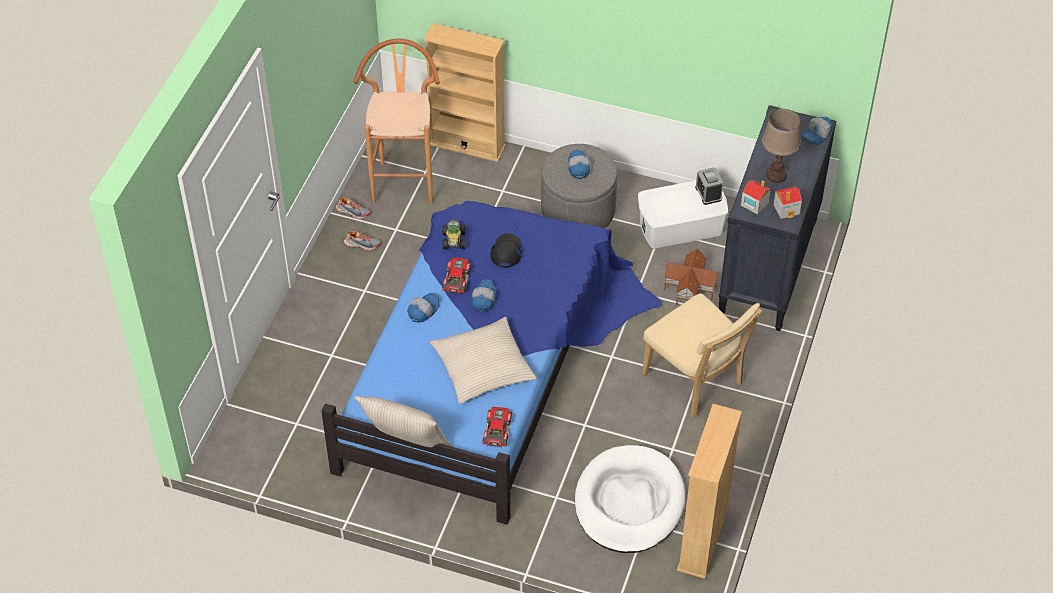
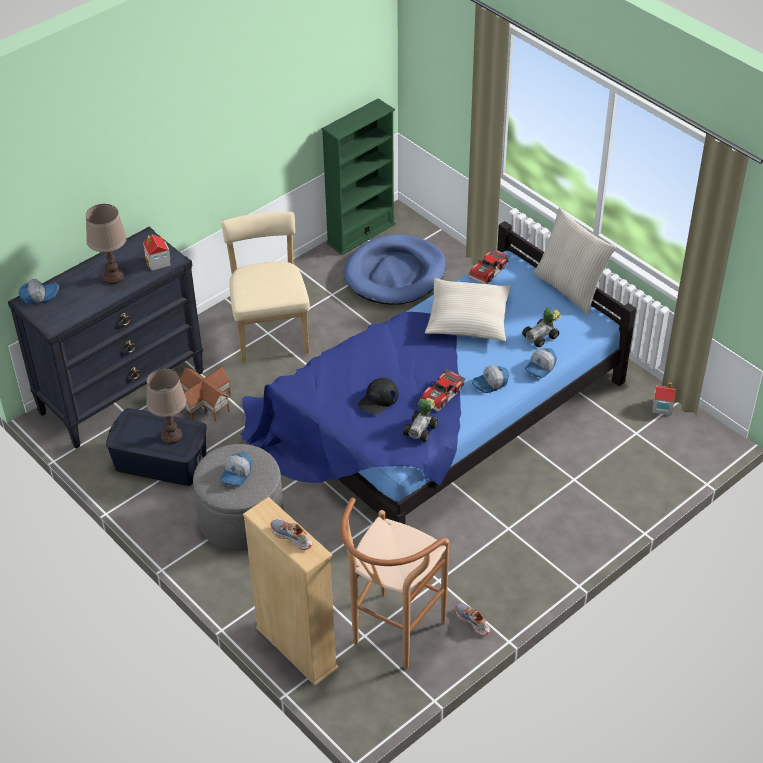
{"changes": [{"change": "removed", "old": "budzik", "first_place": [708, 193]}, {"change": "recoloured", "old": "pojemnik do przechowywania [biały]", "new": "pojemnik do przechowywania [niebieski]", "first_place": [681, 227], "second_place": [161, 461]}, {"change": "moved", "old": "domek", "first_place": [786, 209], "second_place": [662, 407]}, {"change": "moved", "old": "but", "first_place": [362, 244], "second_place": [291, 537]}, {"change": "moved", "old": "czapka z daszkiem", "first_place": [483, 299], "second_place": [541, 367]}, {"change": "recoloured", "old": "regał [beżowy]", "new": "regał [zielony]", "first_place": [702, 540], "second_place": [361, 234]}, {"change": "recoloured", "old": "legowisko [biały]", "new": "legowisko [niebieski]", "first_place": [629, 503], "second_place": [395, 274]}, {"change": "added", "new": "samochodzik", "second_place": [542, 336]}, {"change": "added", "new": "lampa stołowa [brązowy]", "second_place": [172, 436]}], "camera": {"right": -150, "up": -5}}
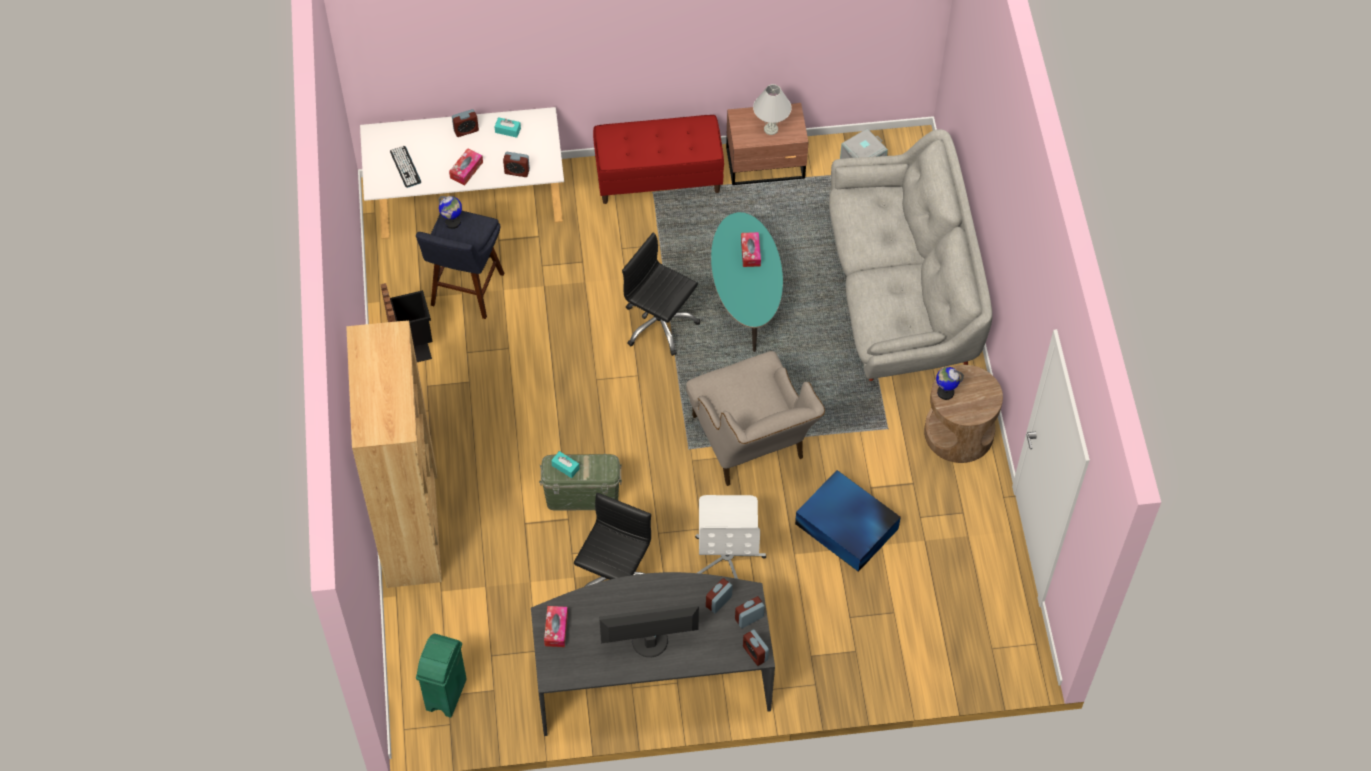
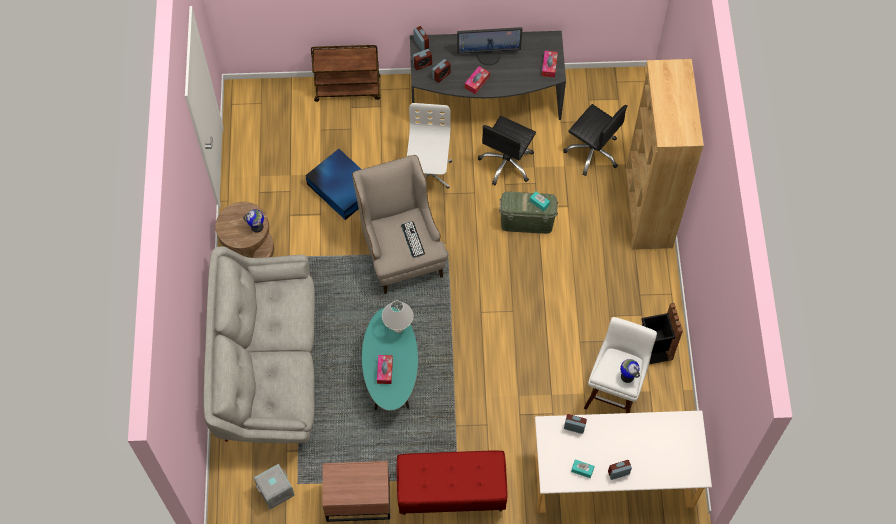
{"changes": [{"change": "moved", "old": "lampa stołowa [biały]", "first_place": [770, 129], "second_place": [398, 327]}, {"change": "moved", "old": "klawiatura", "first_place": [405, 167], "second_place": [413, 239]}, {"change": "moved", "old": "pudełko chusteczek", "first_place": [466, 170], "second_place": [477, 82]}, {"change": "recoloured", "old": "stołek [niebieski]", "new": "stołek [biały]", "first_place": [465, 293], "second_place": [614, 392]}, {"change": "moved", "old": "krzesło biurowe [czarny]", "first_place": [659, 324], "second_place": [593, 152]}, {"change": "removed", "old": "kosz na śmieci [zielony]", "first_place": [445, 695]}, {"change": "added", "new": "wózek [brązowy]", "second_place": [348, 89]}], "camera": {"right": -175, "up": 5}}
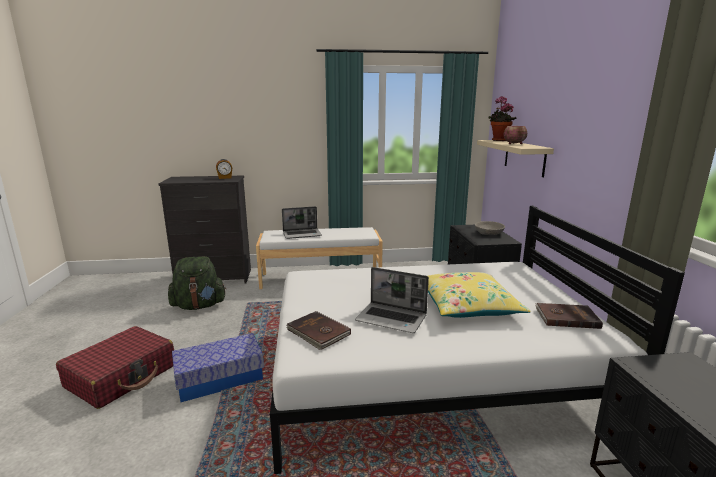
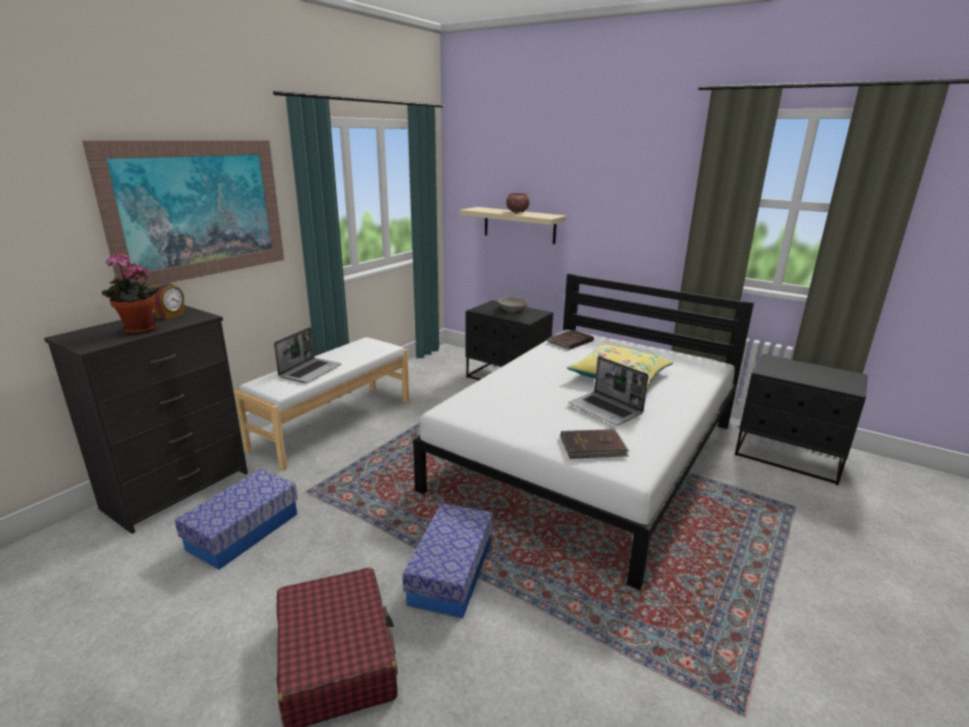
{"changes": [{"change": "moved", "old": "roślina doniczkowa", "first_place": [498, 140], "second_place": [138, 330]}, {"change": "replaced", "old": "plecak [zielony]", "new": "pojemnik do przechowywania", "first_place": [199, 306], "second_place": [243, 531]}, {"change": "turned", "old": "laptop", "first_place": [392, 319], "second_place": [606, 410], "degrees": 75}, {"change": "moved", "old": "książka [brązowy]", "first_place": [566, 317], "second_place": [570, 341]}, {"change": "added", "new": "obraz", "second_place": [199, 210]}], "camera": {"right": -50, "up": 5}}
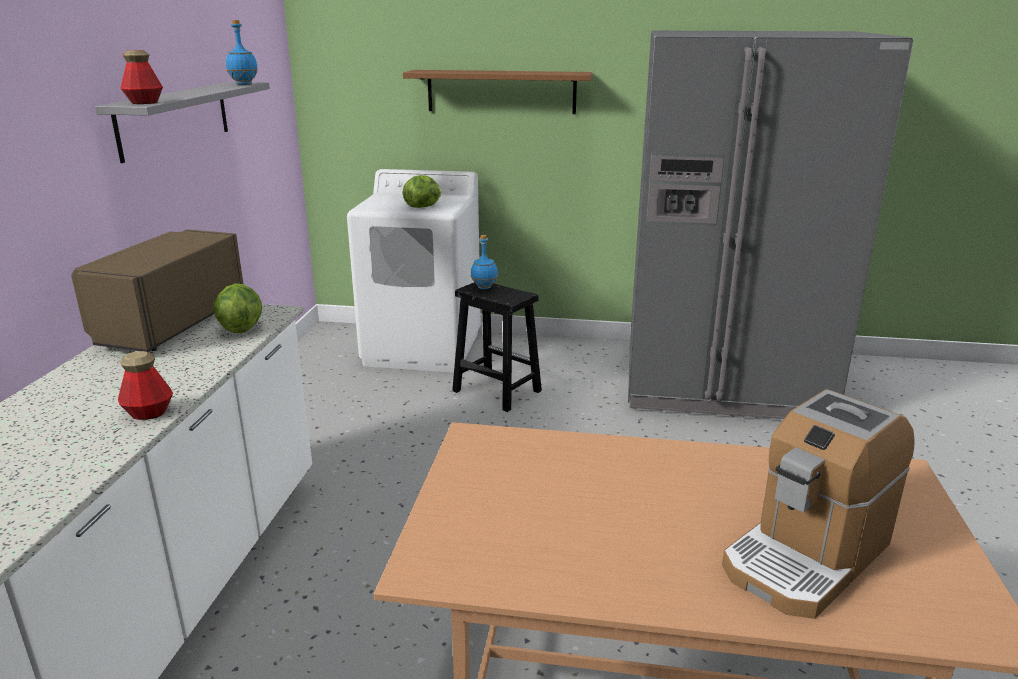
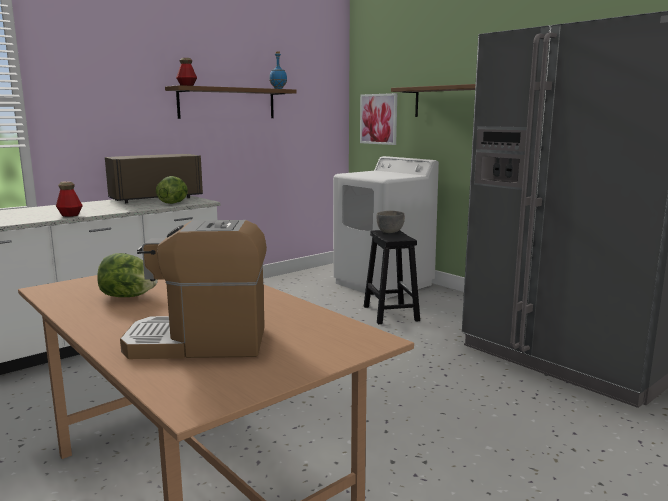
{"changes": [{"change": "recoloured", "old": "półka [szary]", "new": "półka [brązowy]", "first_place": [175, 119], "second_place": [227, 103]}, {"change": "moved", "old": "sałata", "first_place": [423, 207], "second_place": [128, 296]}, {"change": "replaced", "old": "butelka [niebieski]", "new": "miska [szary]", "first_place": [484, 287], "second_place": [390, 232]}, {"change": "added", "new": "obraz", "second_place": [378, 119]}], "camera": {"right": 40, "up": -10}}
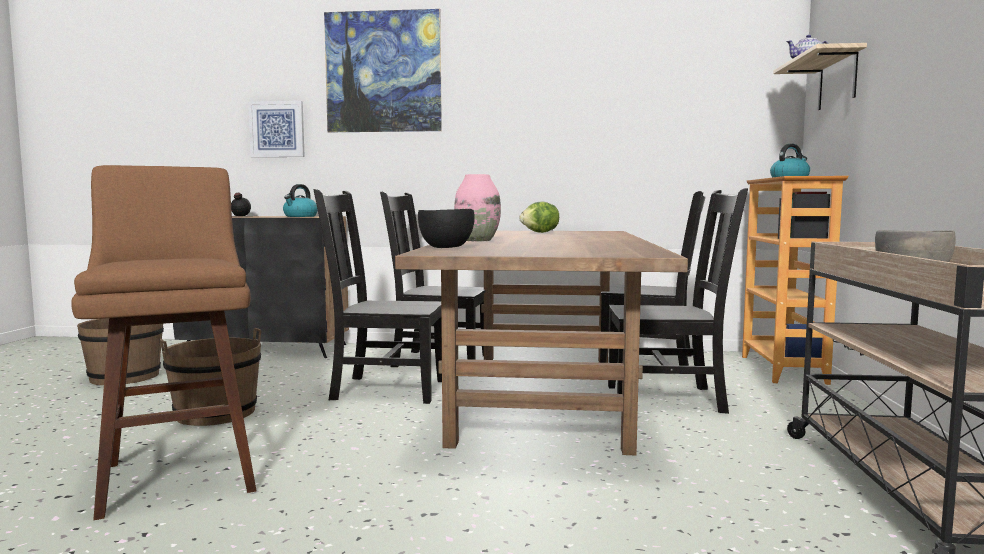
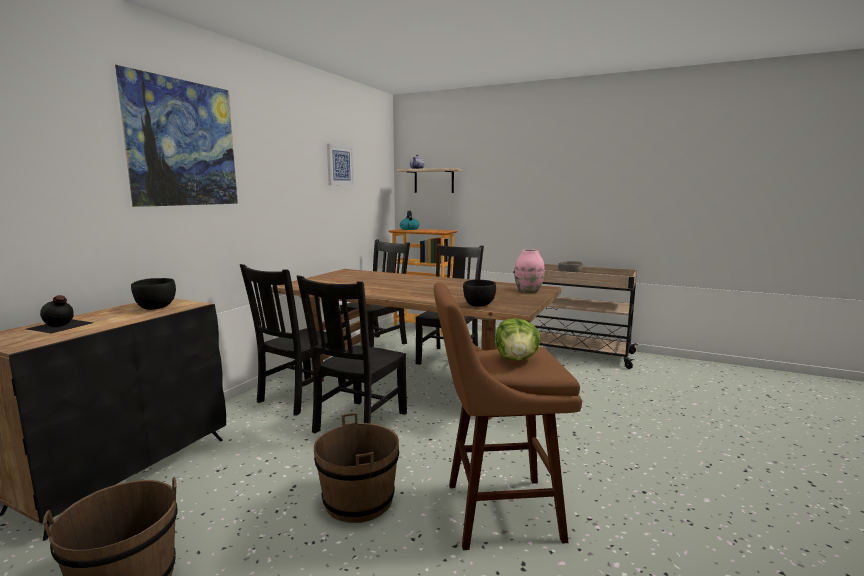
{"changes": [{"change": "moved", "old": "obraz", "first_place": [277, 129], "second_place": [339, 165]}, {"change": "moved", "old": "wazon [różowy]", "first_place": [477, 240], "second_place": [528, 291]}, {"change": "replaced", "old": "czajnik", "new": "miska [czarny]", "first_place": [300, 216], "second_place": [156, 308]}, {"change": "moved", "old": "sałata", "first_place": [540, 232], "second_place": [517, 359]}], "camera": {"right": -70, "up": 5}}
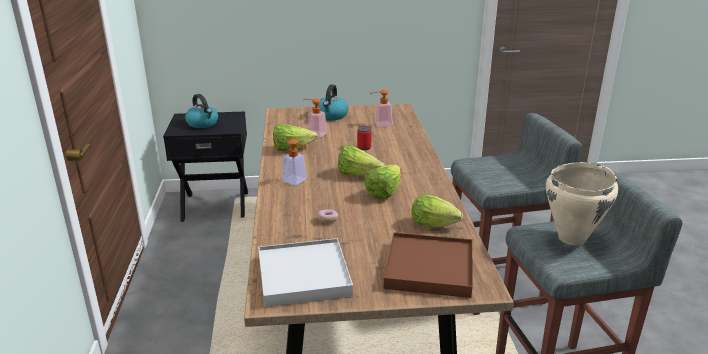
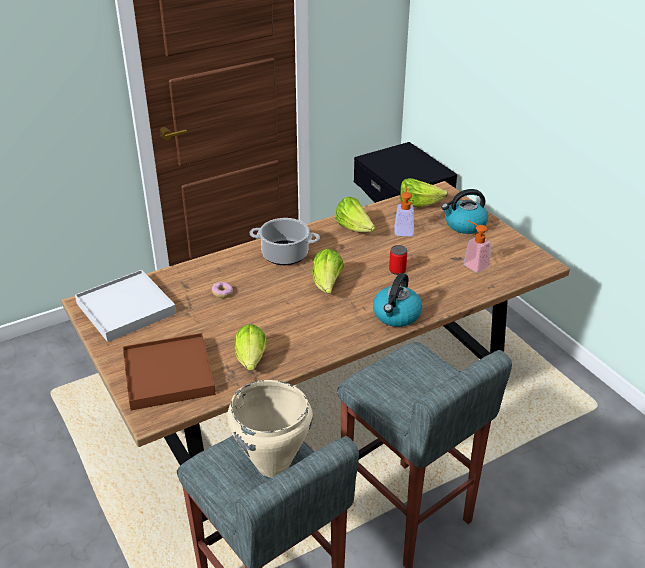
{"changes": [{"change": "moved", "old": "czajnik", "first_place": [203, 123], "second_place": [396, 315]}, {"change": "replaced", "old": "dozownik mydła", "new": "garnek", "first_place": [297, 181], "second_place": [285, 254]}, {"change": "moved", "old": "sałata", "first_place": [384, 192], "second_place": [418, 205]}], "camera": {"right": 65, "up": 10}}
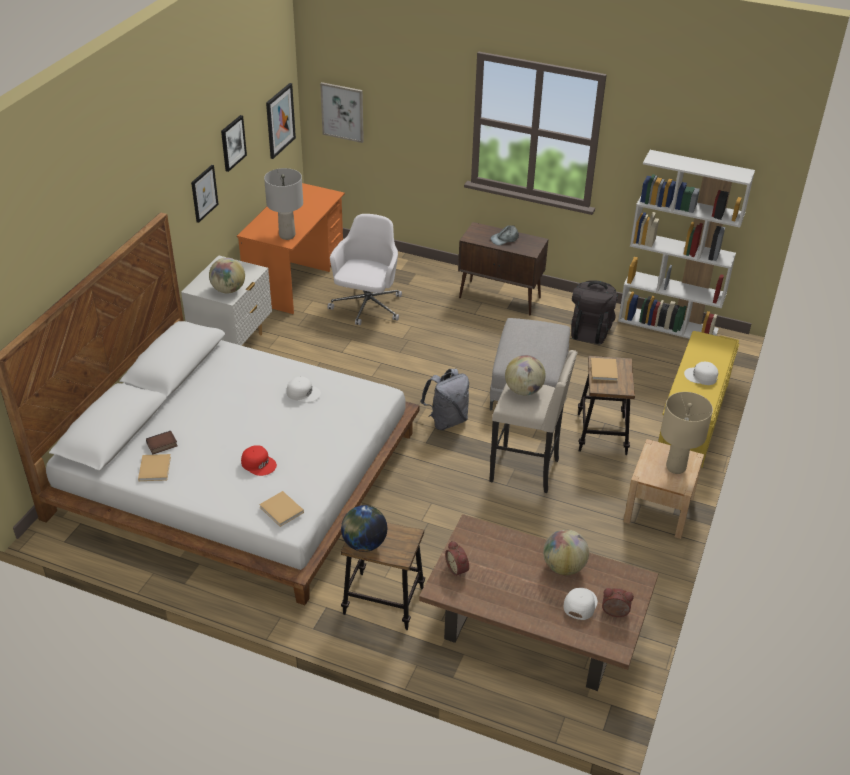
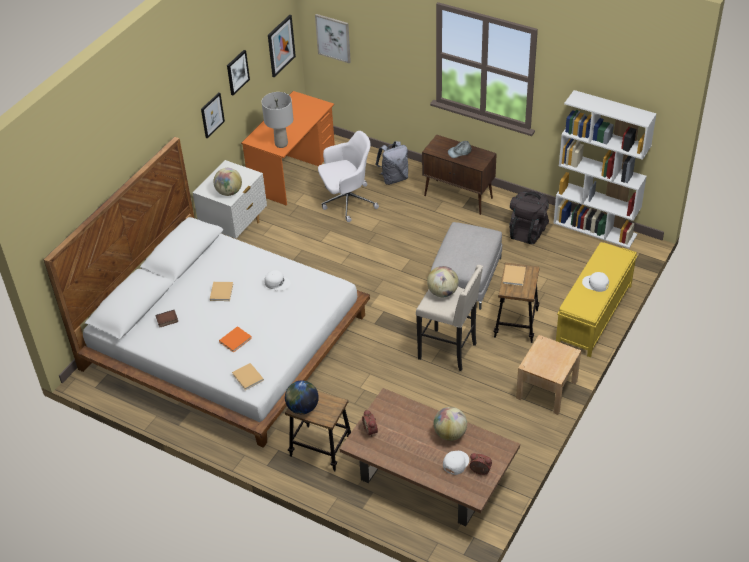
{"changes": [{"change": "turned", "old": "krzesło biurowe [biały]", "first_place": [367, 307], "second_place": [347, 201], "degrees": 45}, {"change": "moved", "old": "plecak [szary]", "first_place": [447, 420], "second_place": [394, 178]}, {"change": "removed", "old": "lampa stołowa [beżowy]", "first_place": [676, 468]}, {"change": "replaced", "old": "czapka z daszkiem [czerwony]", "new": "książka [pomarańczowy]", "first_place": [259, 463], "second_place": [236, 339]}, {"change": "moved", "old": "książka [beżowy]", "first_place": [155, 468], "second_place": [221, 291]}], "camera": {"right": 10, "up": 5}}
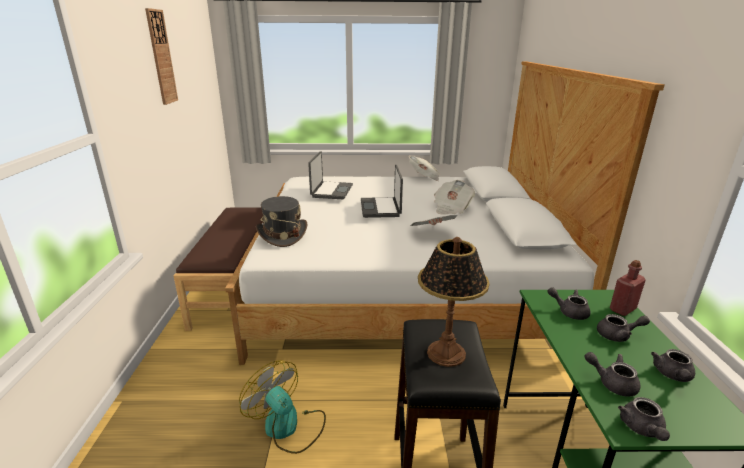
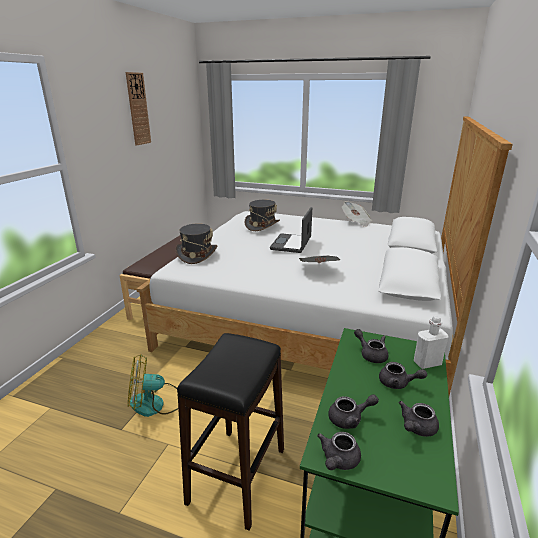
{"changes": [{"change": "replaced", "old": "laptop", "new": "kapelusz [szary]", "first_place": [331, 191], "second_place": [262, 225]}, {"change": "removed", "old": "gazeta", "first_place": [451, 208]}, {"change": "removed", "old": "lampa stołowa", "first_place": [446, 353]}, {"change": "recoloured", "old": "butelka [czerwony]", "new": "butelka [biały]", "first_place": [622, 309], "second_place": [427, 363]}, {"change": "turned", "old": "imbryk [szary]", "first_place": [612, 382], "second_place": [350, 419], "degrees": 120}, {"change": "turned", "old": "wentylator", "first_place": [288, 427], "second_place": [155, 404], "degrees": -75}], "camera": {"right": 20, "up": 0}}
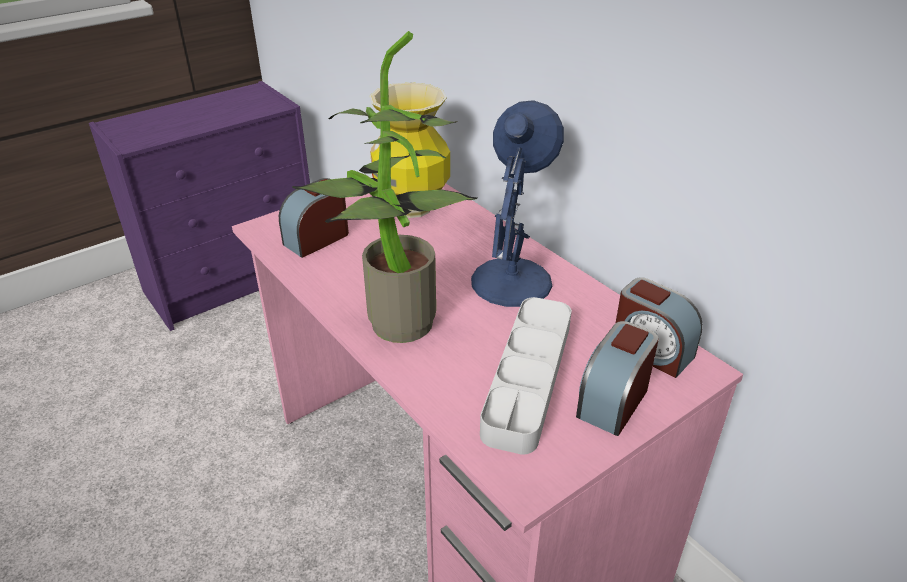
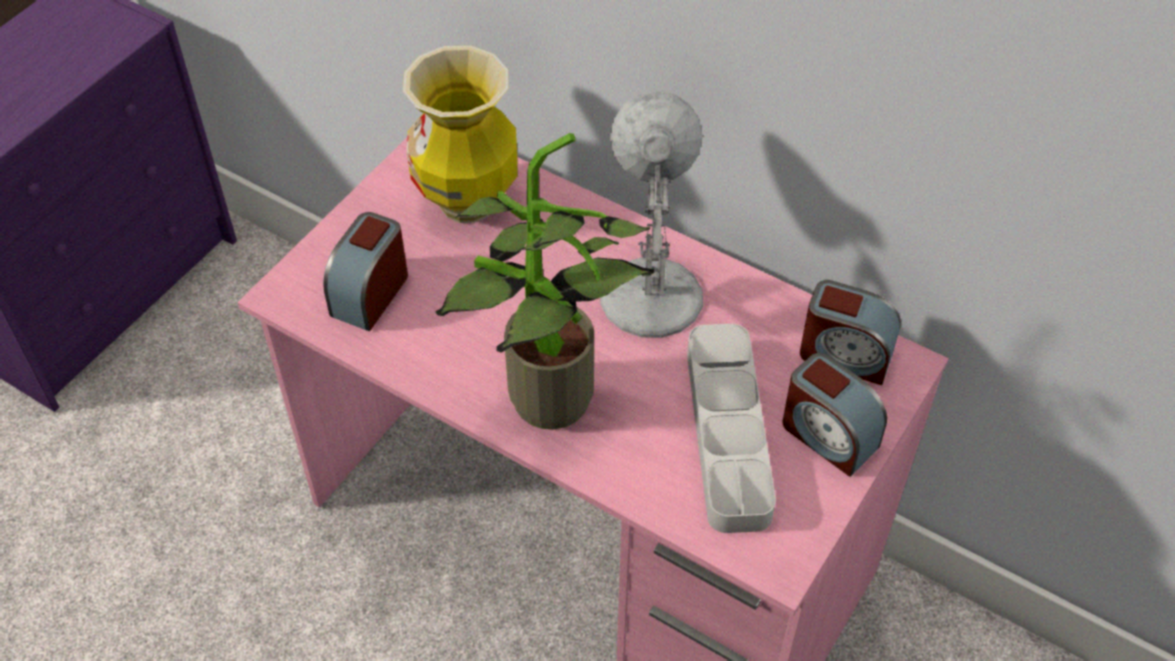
{"changes": [{"change": "recoloured", "old": "lampa stołowa [niebieski]", "new": "lampa stołowa [biały]", "first_place": [512, 279], "second_place": [650, 292]}, {"change": "turned", "old": "budzik", "first_place": [613, 401], "second_place": [828, 435], "degrees": -60}], "camera": {"right": -20, "up": 15}}
